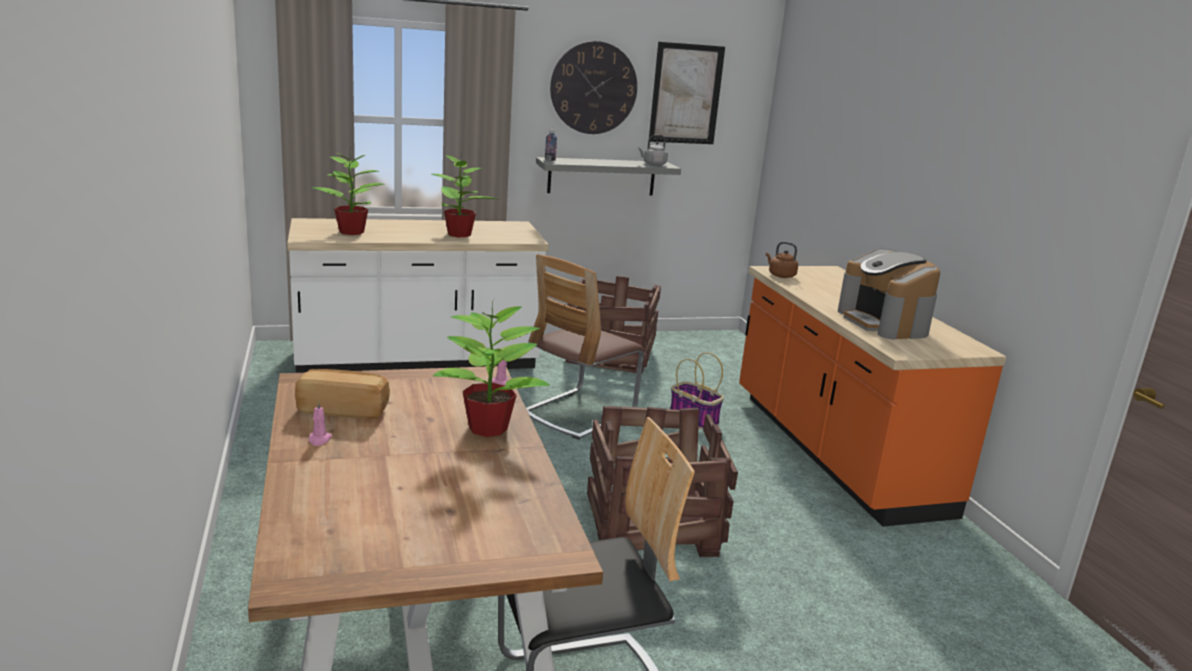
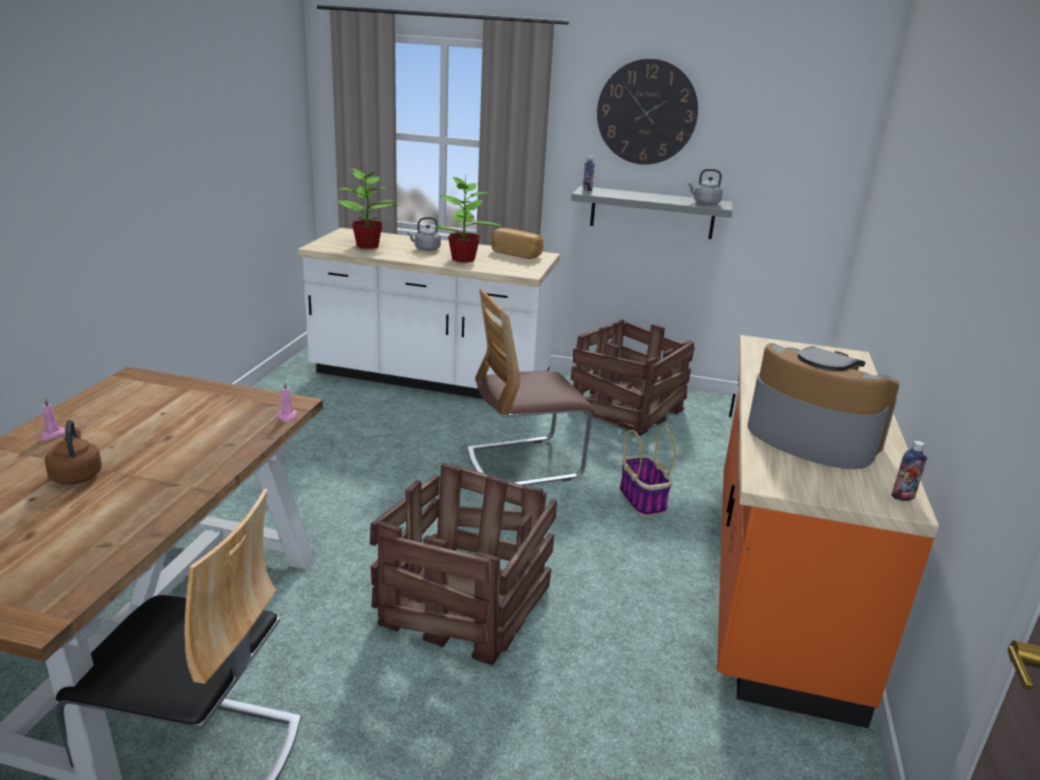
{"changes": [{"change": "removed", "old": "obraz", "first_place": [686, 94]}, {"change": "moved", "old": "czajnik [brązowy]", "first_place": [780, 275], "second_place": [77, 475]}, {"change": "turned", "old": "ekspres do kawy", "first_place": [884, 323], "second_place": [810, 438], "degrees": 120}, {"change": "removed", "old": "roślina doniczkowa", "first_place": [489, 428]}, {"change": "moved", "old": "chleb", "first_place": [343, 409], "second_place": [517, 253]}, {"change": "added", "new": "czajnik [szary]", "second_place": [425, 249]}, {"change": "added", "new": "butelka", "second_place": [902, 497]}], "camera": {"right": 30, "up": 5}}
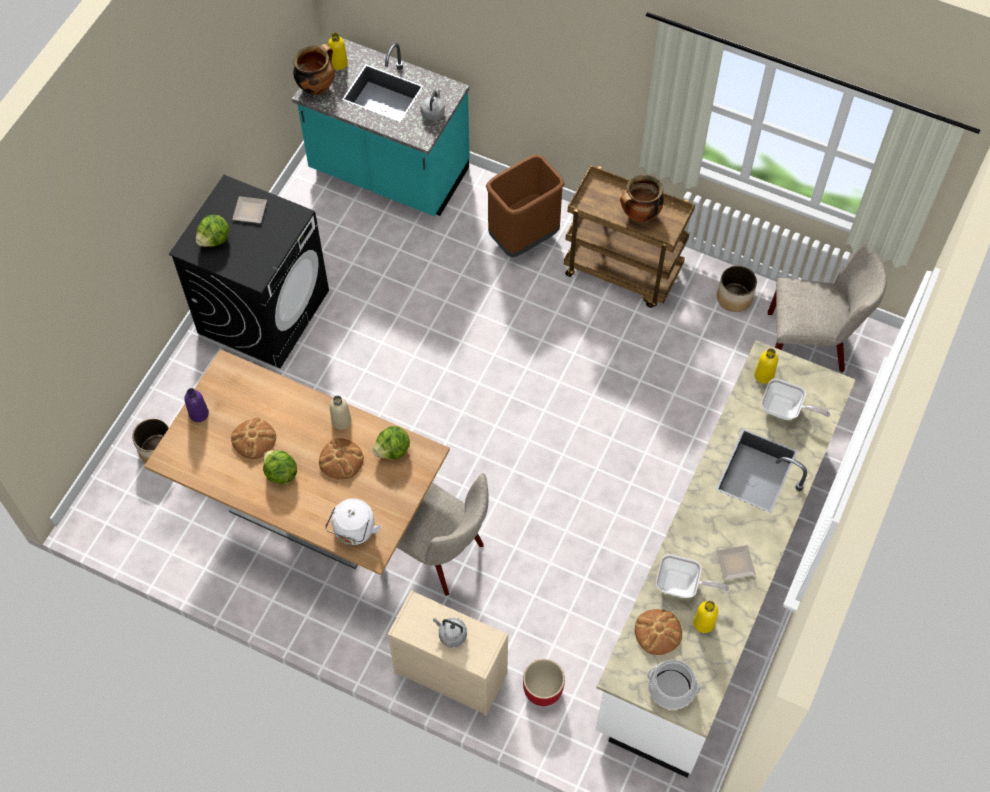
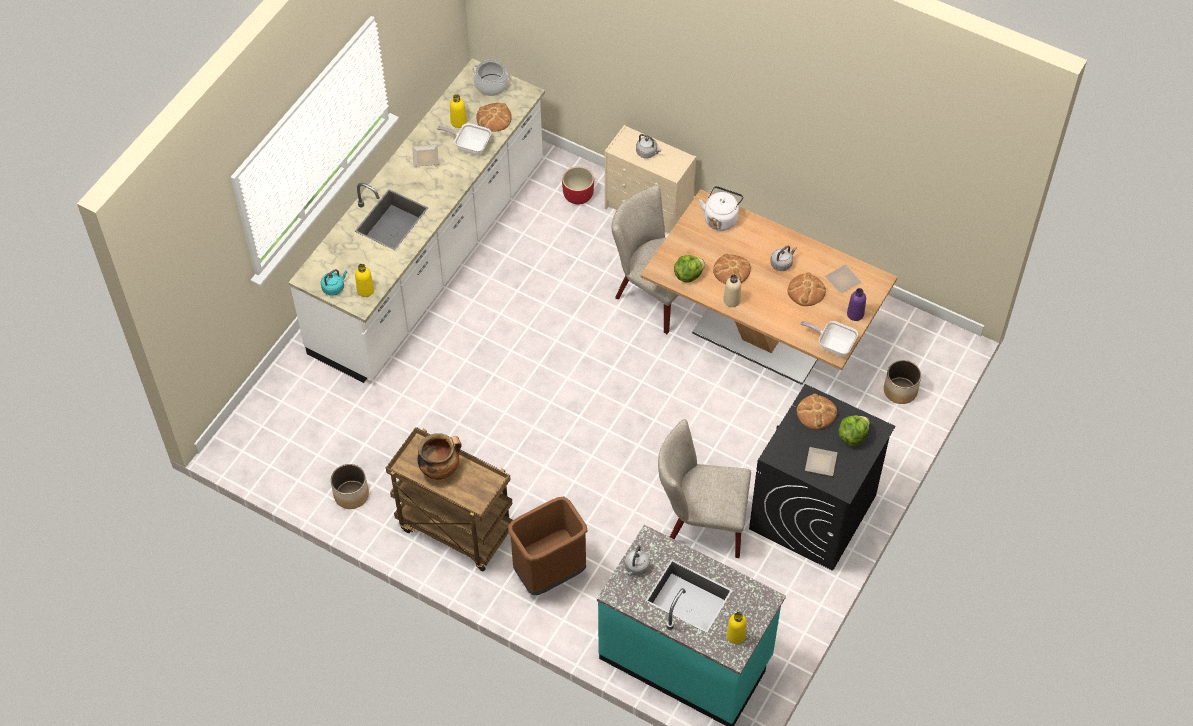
{"changes": [{"change": "removed", "old": "garnek", "first_place": [316, 86]}, {"change": "moved", "old": "krzesło [beżowy]", "first_place": [812, 343], "second_place": [700, 523]}, {"change": "moved", "old": "patelnia", "first_place": [785, 409], "second_place": [832, 344]}, {"change": "replaced", "old": "sałata", "new": "czajnik [szary]", "first_place": [280, 473], "second_place": [782, 263]}, {"change": "added", "new": "talerz", "second_place": [842, 279]}, {"change": "added", "new": "czajnik [turkusowy]", "second_place": [334, 287]}, {"change": "added", "new": "chleb", "second_place": [816, 413]}], "camera": {"right": -175, "up": -5}}
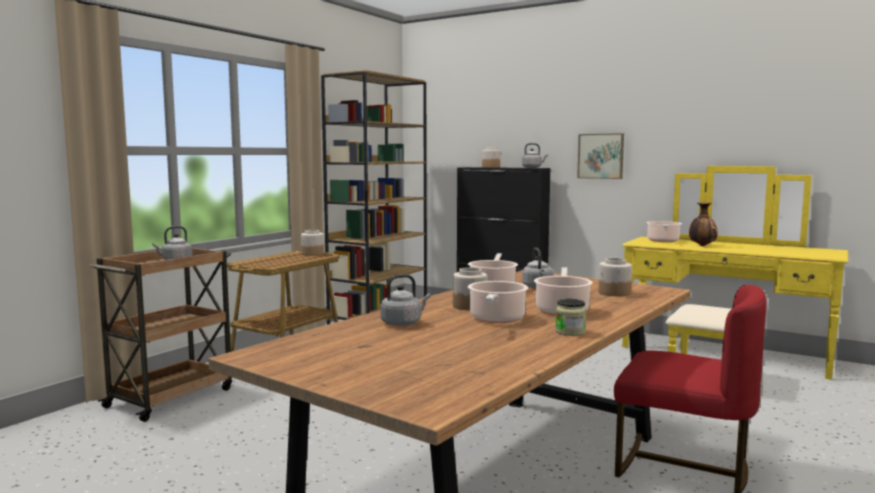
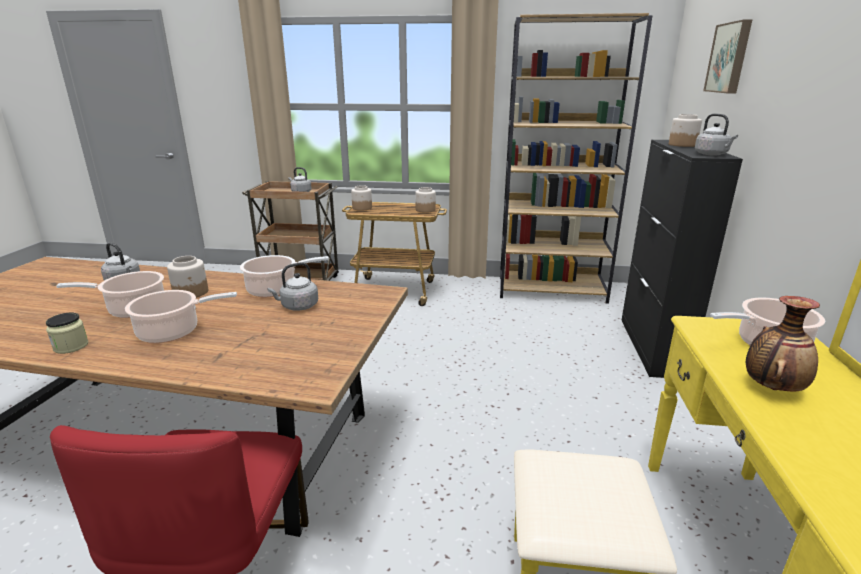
{"changes": [{"change": "moved", "old": "obraz", "first_place": [601, 156], "second_place": [730, 58]}, {"change": "moved", "old": "słoik", "first_place": [614, 293], "second_place": [362, 208]}], "camera": {"right": 65, "up": 15}}
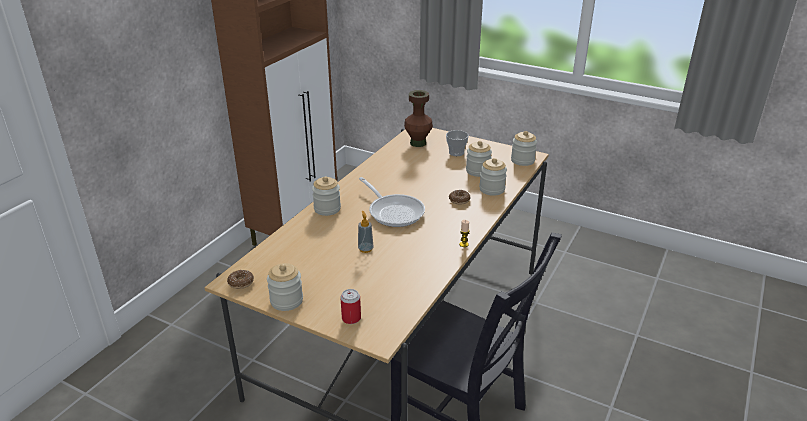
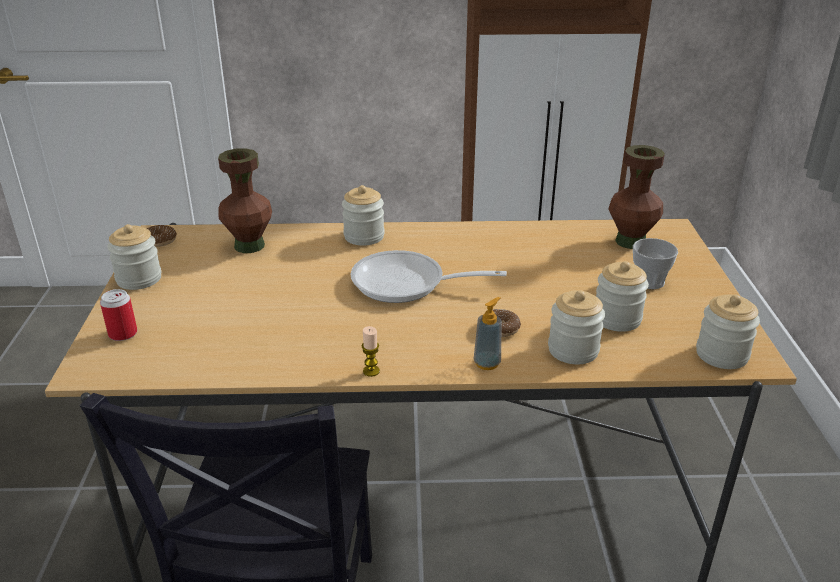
{"changes": [{"change": "turned", "old": "patelnia", "first_place": [394, 211], "second_place": [406, 284], "degrees": 75}, {"change": "moved", "old": "dozownik mydła", "first_place": [365, 249], "second_place": [487, 363]}, {"change": "added", "new": "wazon [brązowy]", "second_place": [250, 245]}], "camera": {"right": 60, "up": 0}}
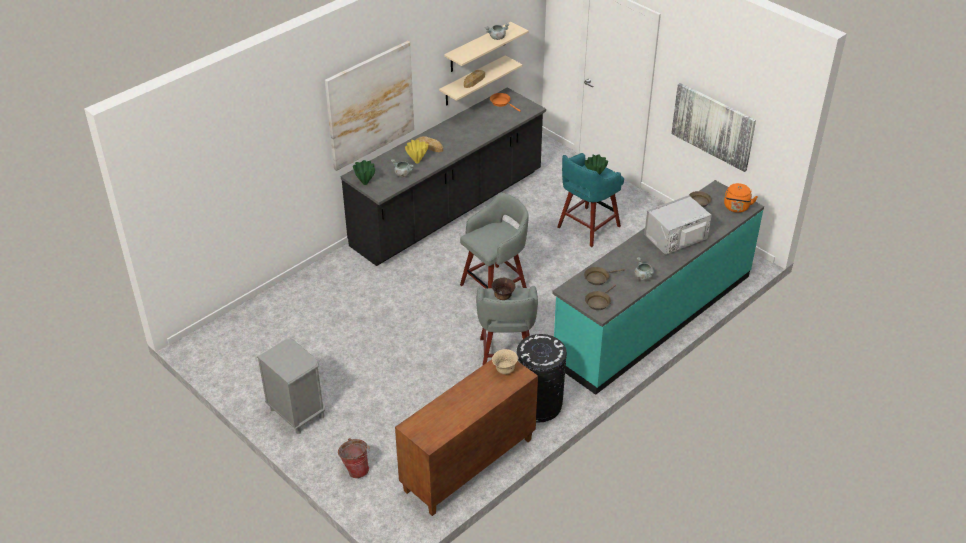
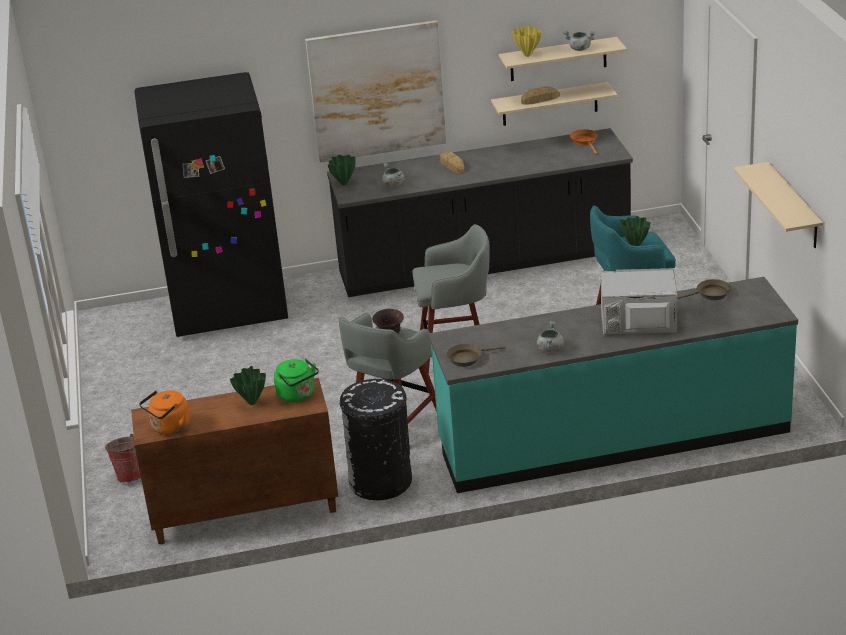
{"changes": [{"change": "replaced", "old": "obraz", "new": "półka [beżowy]", "first_place": [713, 126], "second_place": [794, 206]}, {"change": "moved", "old": "wazon [żółty]", "first_place": [416, 162], "second_place": [527, 55]}, {"change": "moved", "old": "czajnik [pomarańczowy]", "first_place": [736, 208], "second_place": [169, 428]}, {"change": "removed", "old": "patelnia [brązowy]", "first_place": [598, 278]}, {"change": "removed", "old": "szafka nocna [szary]", "first_place": [296, 413]}, {"change": "replaced", "old": "miska [beżowy]", "new": "czajnik [zielony]", "first_place": [504, 370], "second_place": [298, 395]}, {"change": "added", "new": "lodówka [czarny]", "second_place": [229, 310]}, {"change": "added", "new": "wazon [zielony]", "second_place": [251, 403]}], "camera": {"right": 35, "up": -10}}
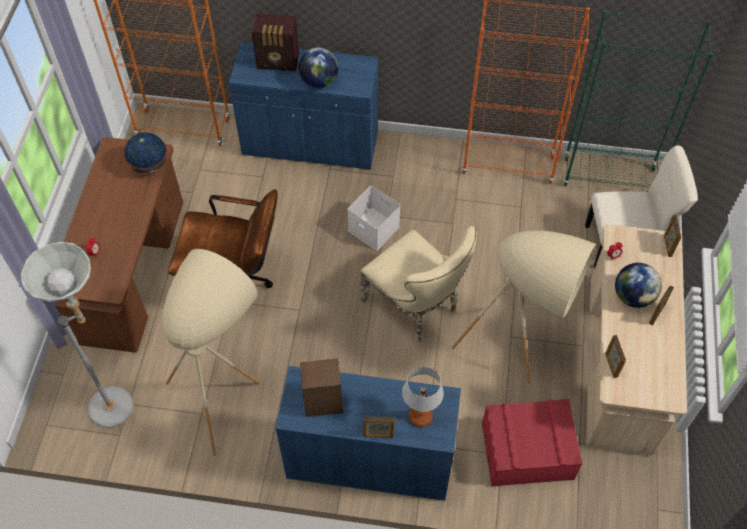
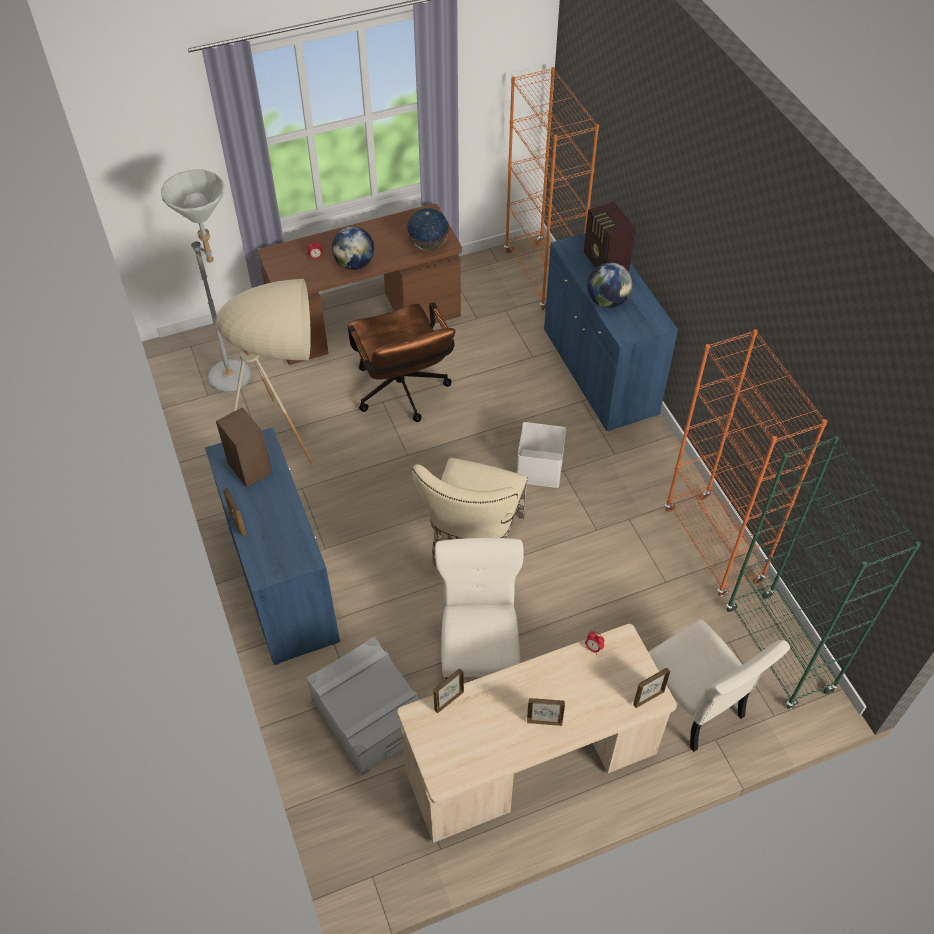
{"changes": [{"change": "replaced", "old": "lampa stojąca [beżowy]", "new": "krzesło [beżowy]", "first_place": [517, 352], "second_place": [479, 657]}, {"change": "moved", "old": "globus", "first_place": [633, 296], "second_place": [354, 264]}, {"change": "removed", "old": "lampa stołowa", "first_place": [420, 416]}, {"change": "recoloured", "old": "pojemnik do przechowywania [czerwony]", "new": "pojemnik do przechowywania [szary]", "first_place": [527, 451], "second_place": [369, 716]}], "camera": {"right": 60, "up": -5}}
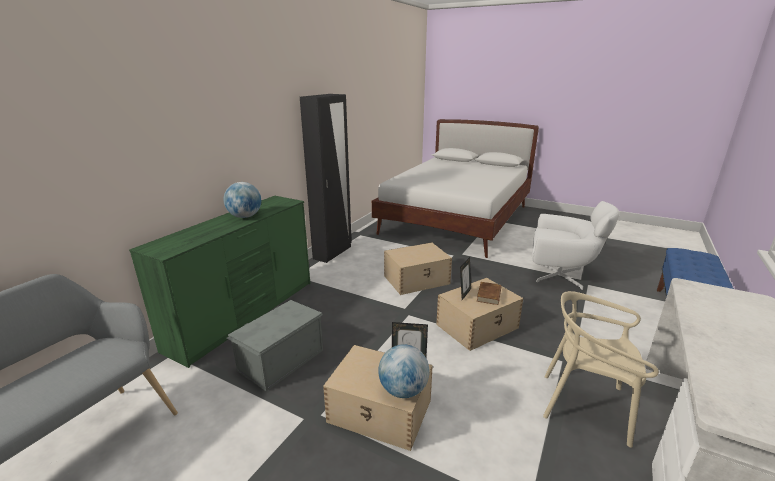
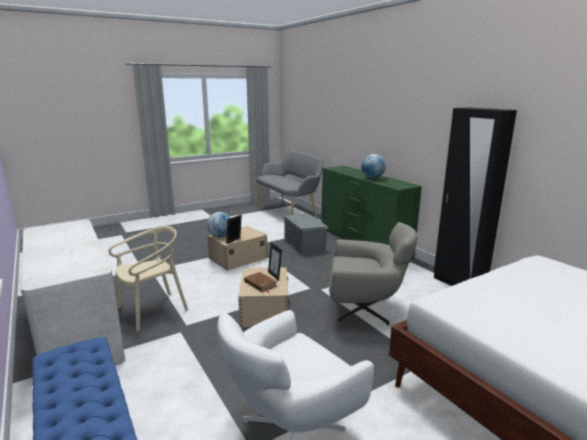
{"changes": [{"change": "replaced", "old": "pojemnik do przechowywania [beżowy]", "new": "fotel [szary]", "first_place": [417, 280], "second_place": [365, 310]}], "camera": {"right": 120, "up": -5}}
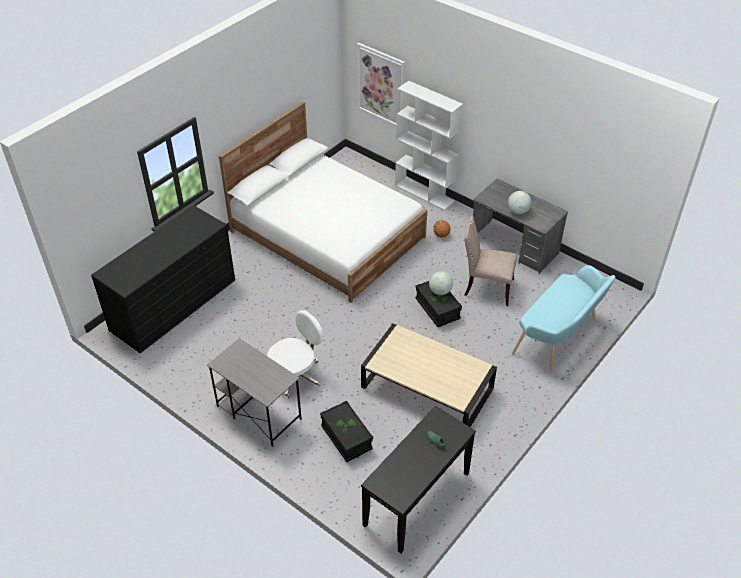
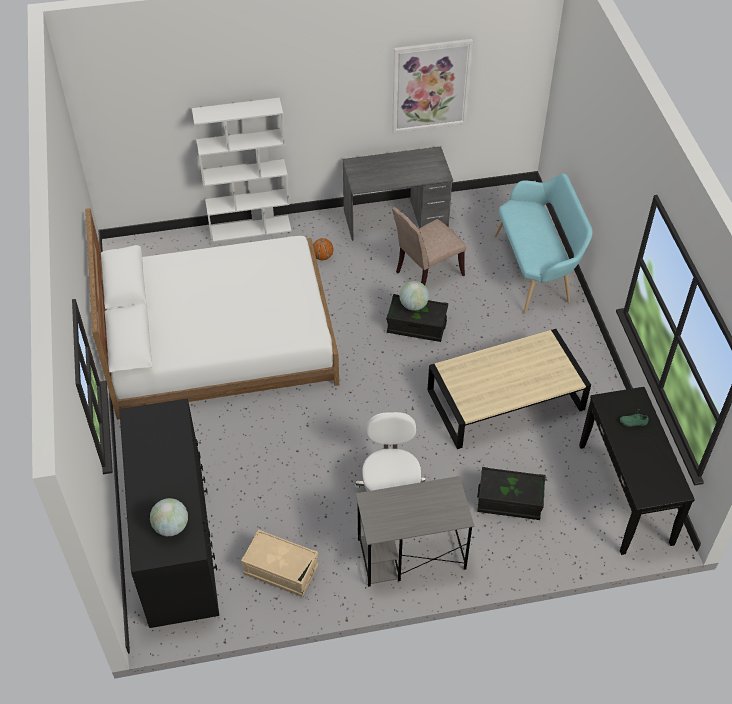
{"changes": [{"change": "moved", "old": "obraz", "first_place": [381, 85], "second_place": [430, 86]}, {"change": "moved", "old": "globus", "first_place": [518, 211], "second_place": [171, 527]}, {"change": "added", "new": "pojemnik do przechowywania [beżowy]", "second_place": [281, 570]}], "camera": {"right": -50, "up": 5}}
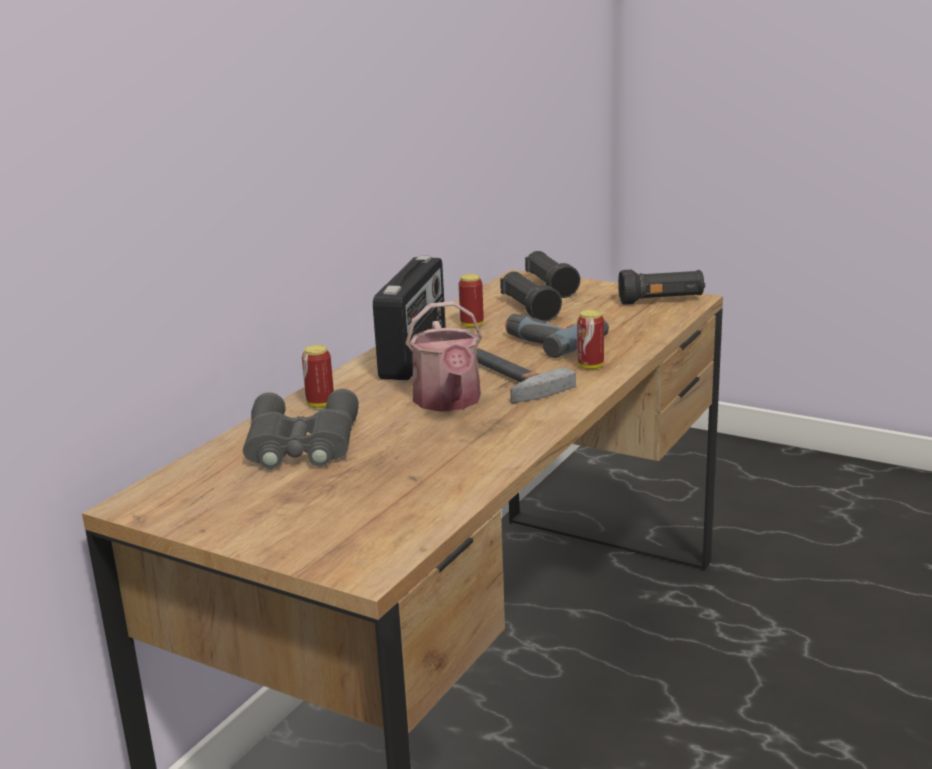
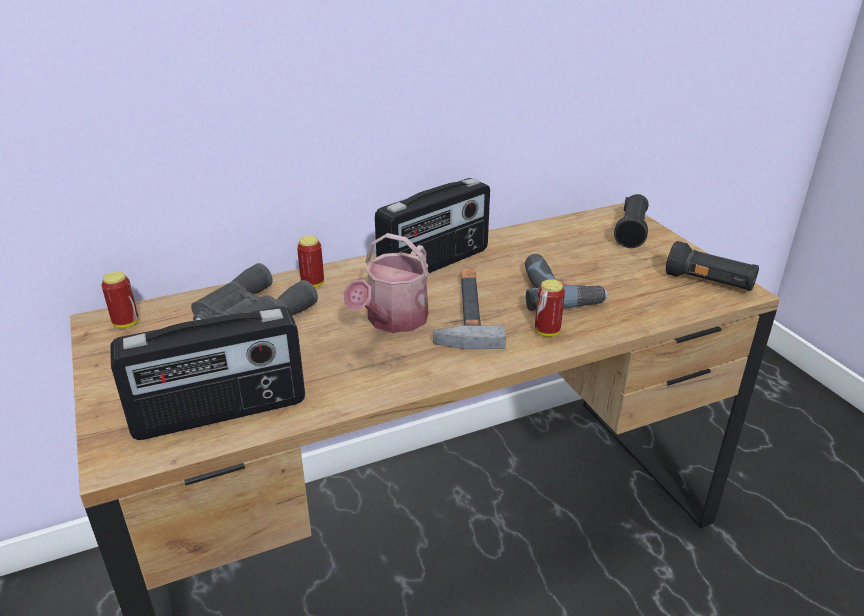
{"changes": [{"change": "removed", "old": "latarka [czarny]", "first_place": [528, 310]}, {"change": "moved", "old": "puszka", "first_place": [472, 325], "second_place": [126, 323]}, {"change": "added", "new": "radio", "second_place": [220, 412]}], "camera": {"right": 35, "up": 10}}
